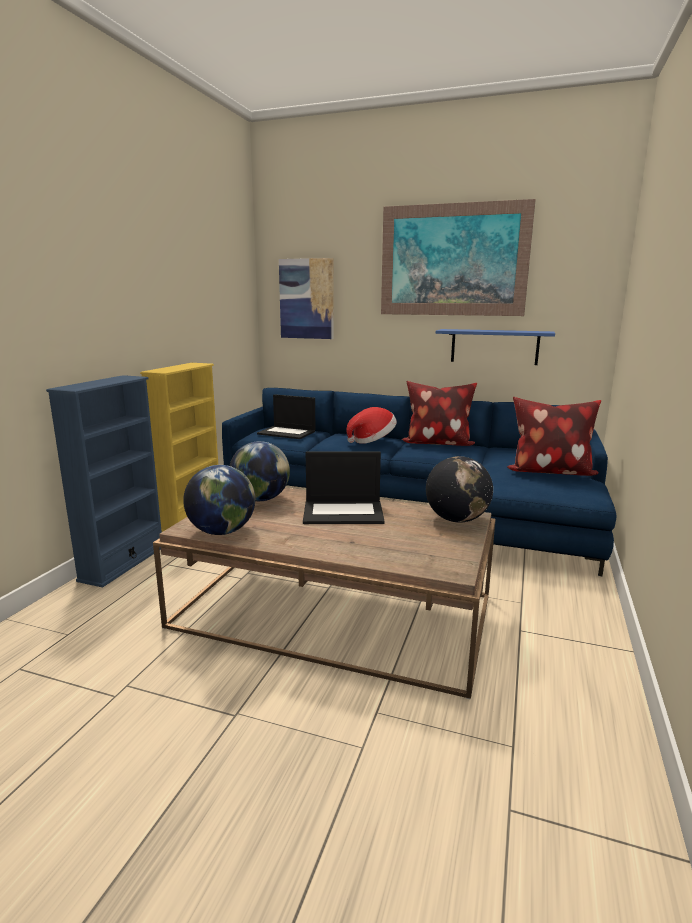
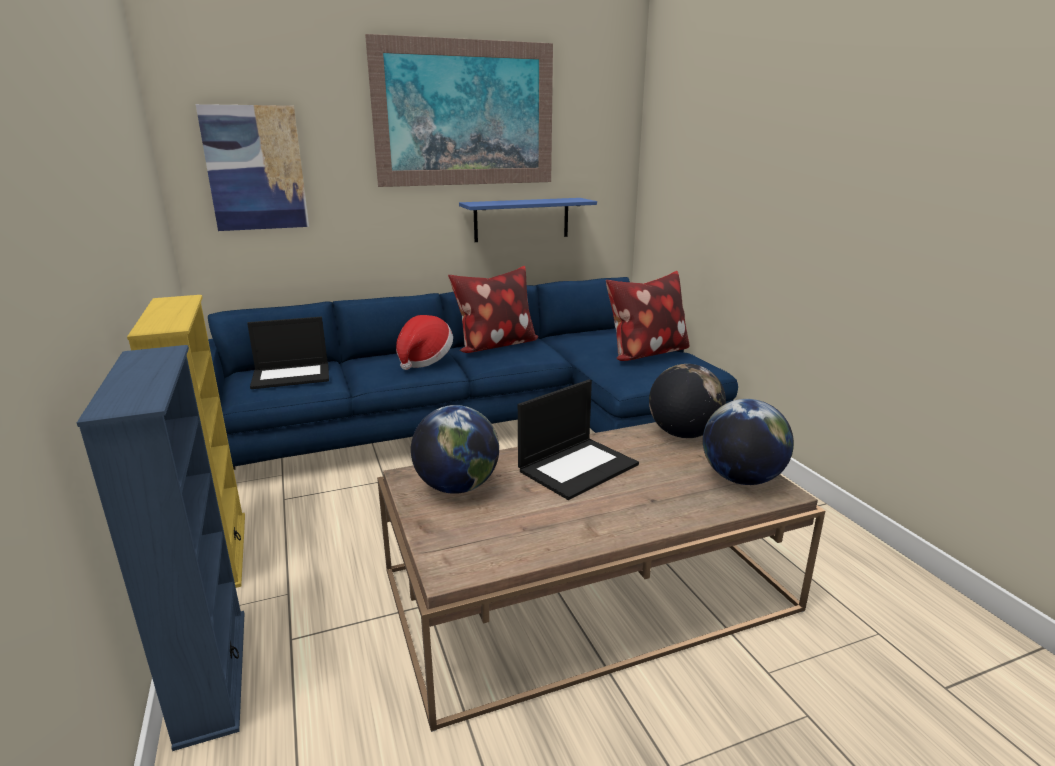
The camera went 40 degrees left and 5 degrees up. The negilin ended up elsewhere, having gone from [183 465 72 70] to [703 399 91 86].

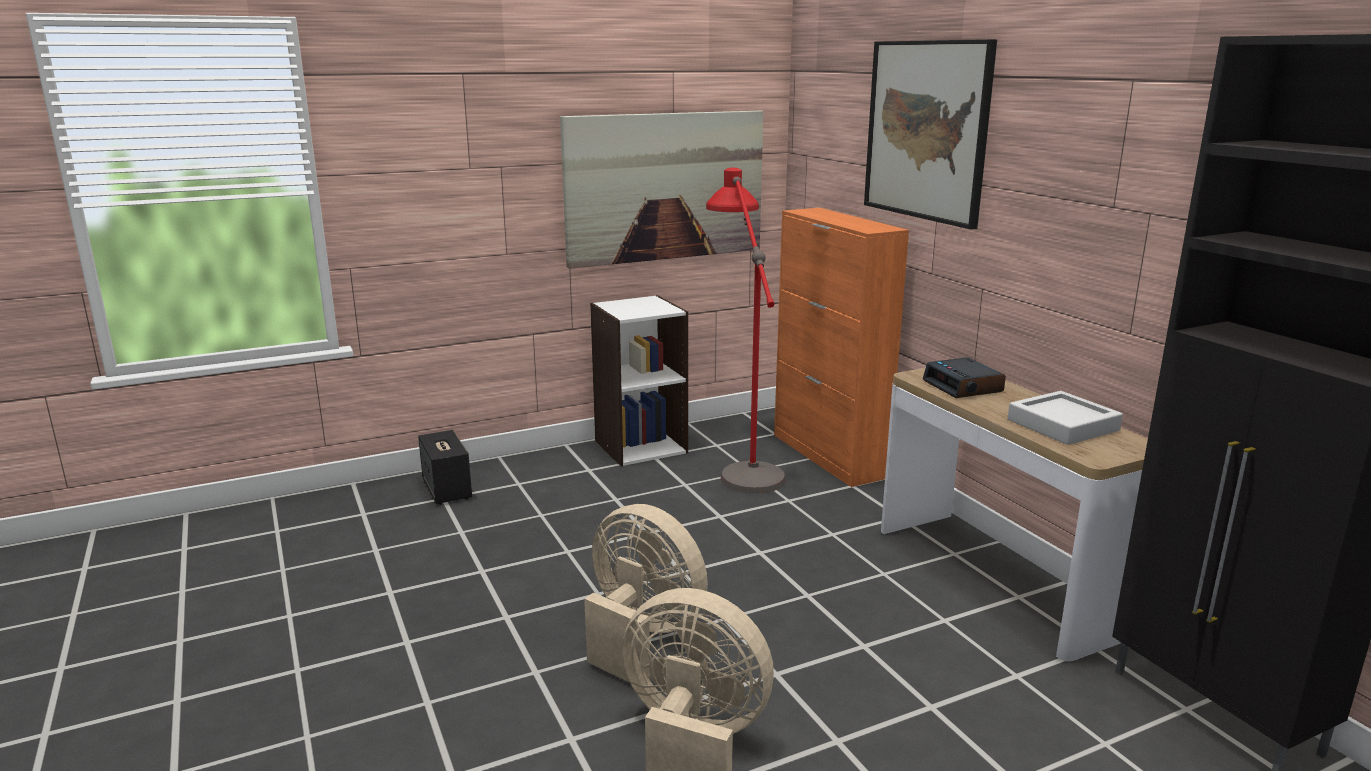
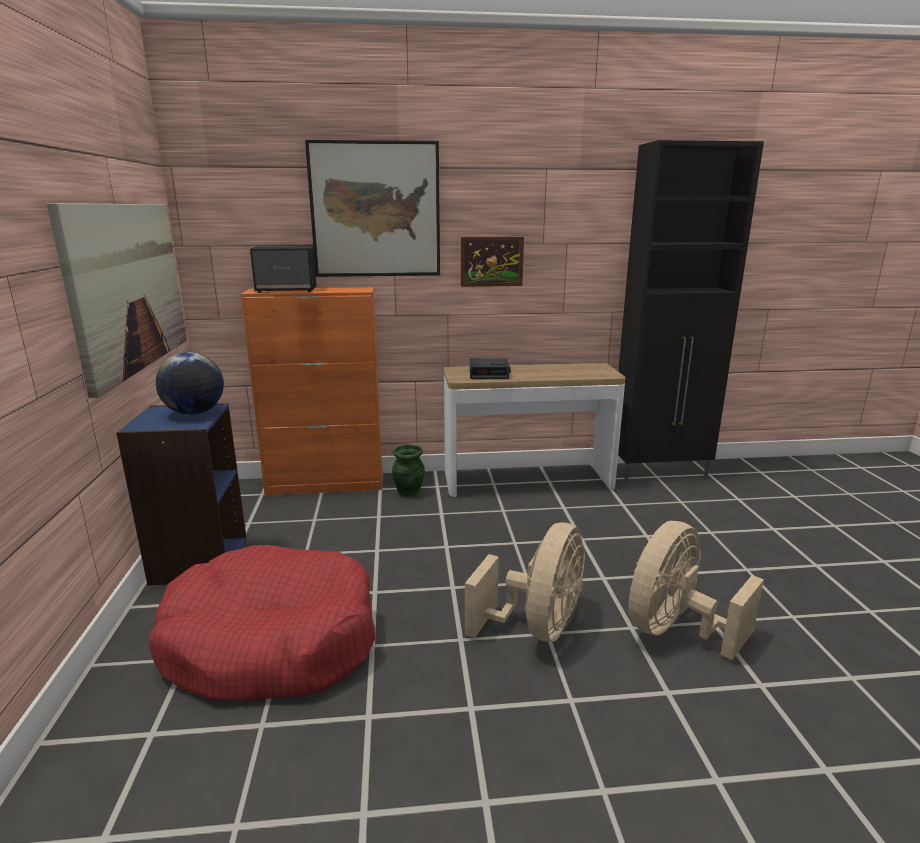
The camera went 70 degrees left and 0 degrees up. The second view lost the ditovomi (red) at [706 168 80 326]. The second view lost the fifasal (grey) at [1008 391 115 54]. The second view gained the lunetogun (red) at [149 545 226 156]. The second view gained the negilin at [156 352 68 63]. The second view gained the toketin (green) at [392 445 33 52]. The second view gained the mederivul at [461 237 63 50]. The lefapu ended up elsewhere, having gone from [418 430 54 75] to [250 246 66 47]. What was the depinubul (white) at [590 295 98 171] turned into the depinubul (blue) at [116 403 131 182]. The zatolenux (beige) at [584 504 124 179] ended up facing another way, 150 degrees clockwise from before.

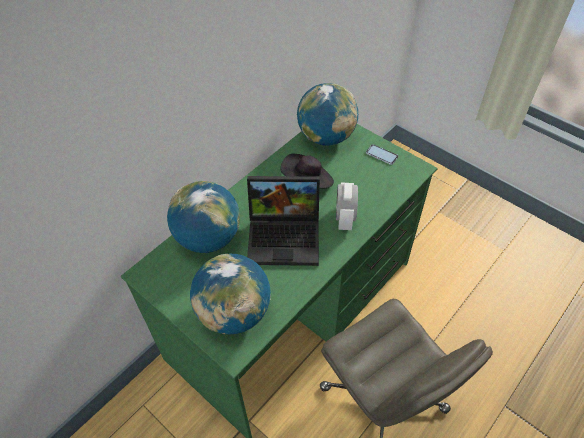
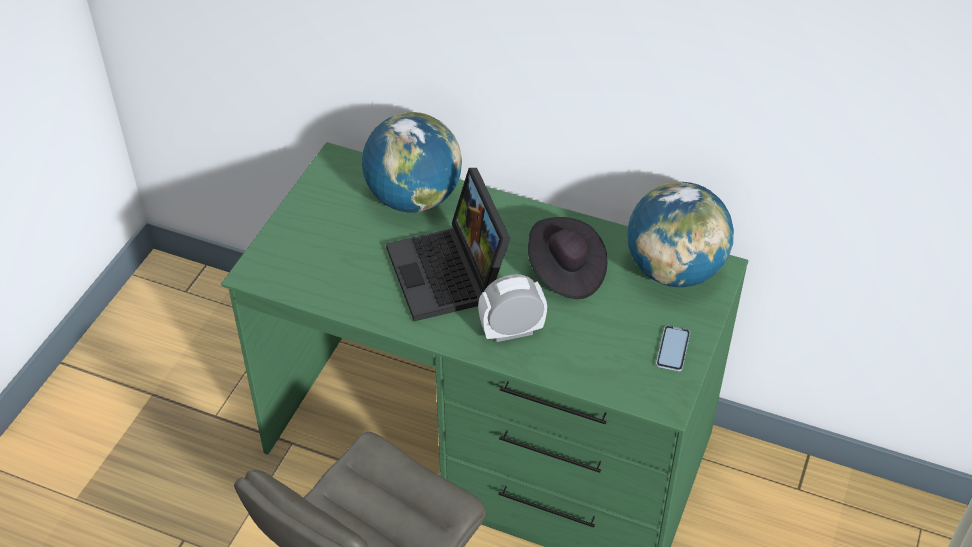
The camera went 70 degrees right and 5 degrees down. The second view lost the negilin at [190 254 81 81].

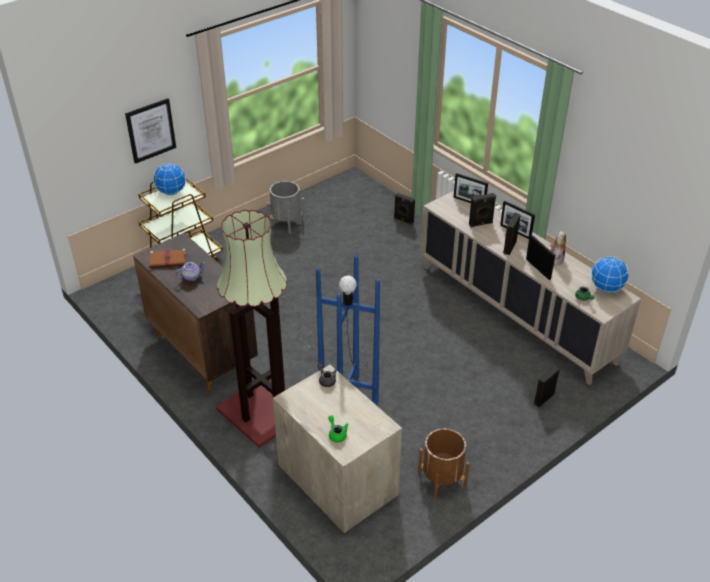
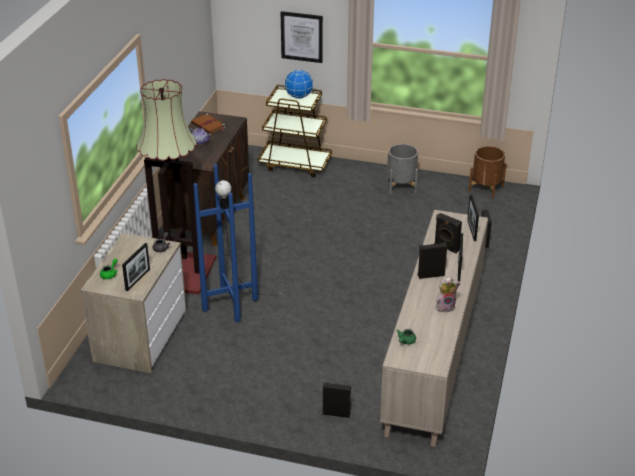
The camera went 55 degrees right and 5 degrees down. The second view lost the negilin at [591 256 38 36]. The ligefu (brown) ended up elsewhere, having gone from [418 428 52 71] to [469 146 38 52]. The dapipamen ended up elsewhere, having gone from [526 234 29 46] to [122 243 28 48].

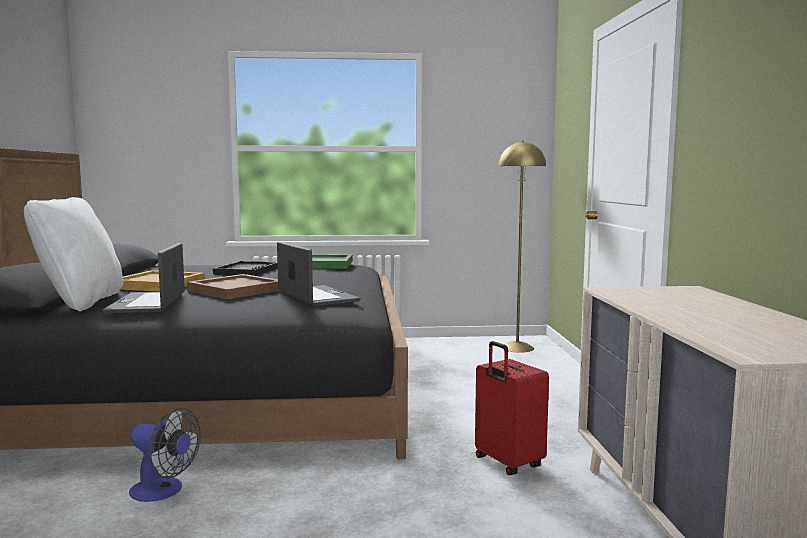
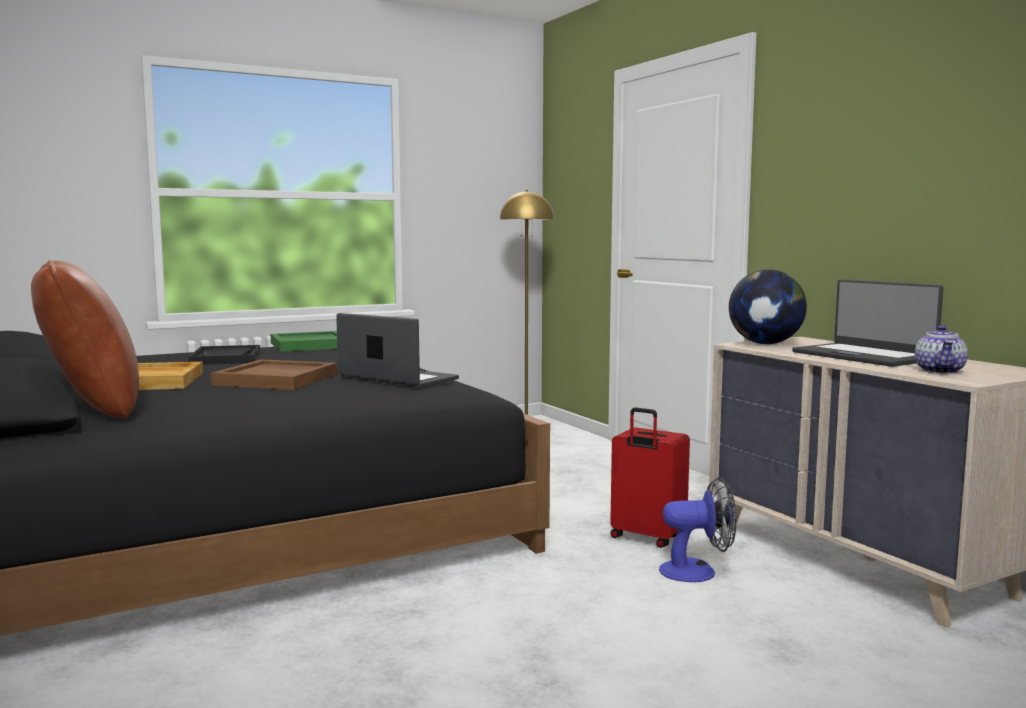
The camera went 25 degrees left and 0 degrees up. The second view gained the negilin at [729 269 78 75]. The second view gained the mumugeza at [915 325 53 49]. The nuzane ended up elsewhere, having gone from [102 243 83 70] to [792 280 151 87]. The zatolenux ended up elsewhere, having gone from [129 408 72 94] to [659 477 78 105]. What was the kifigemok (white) at [24 197 99 115] turned into the kifigemok (brown) at [31 260 108 159].

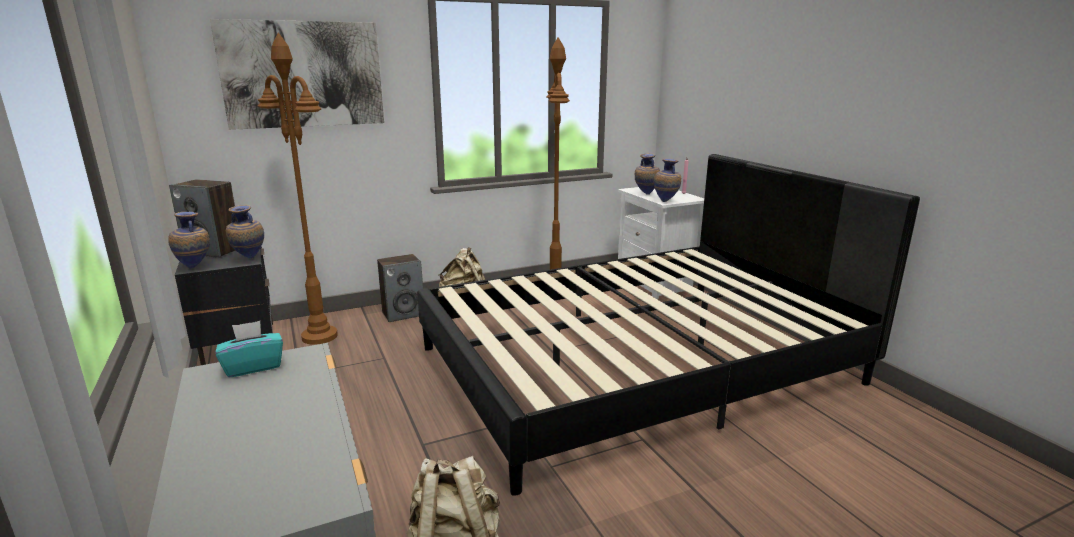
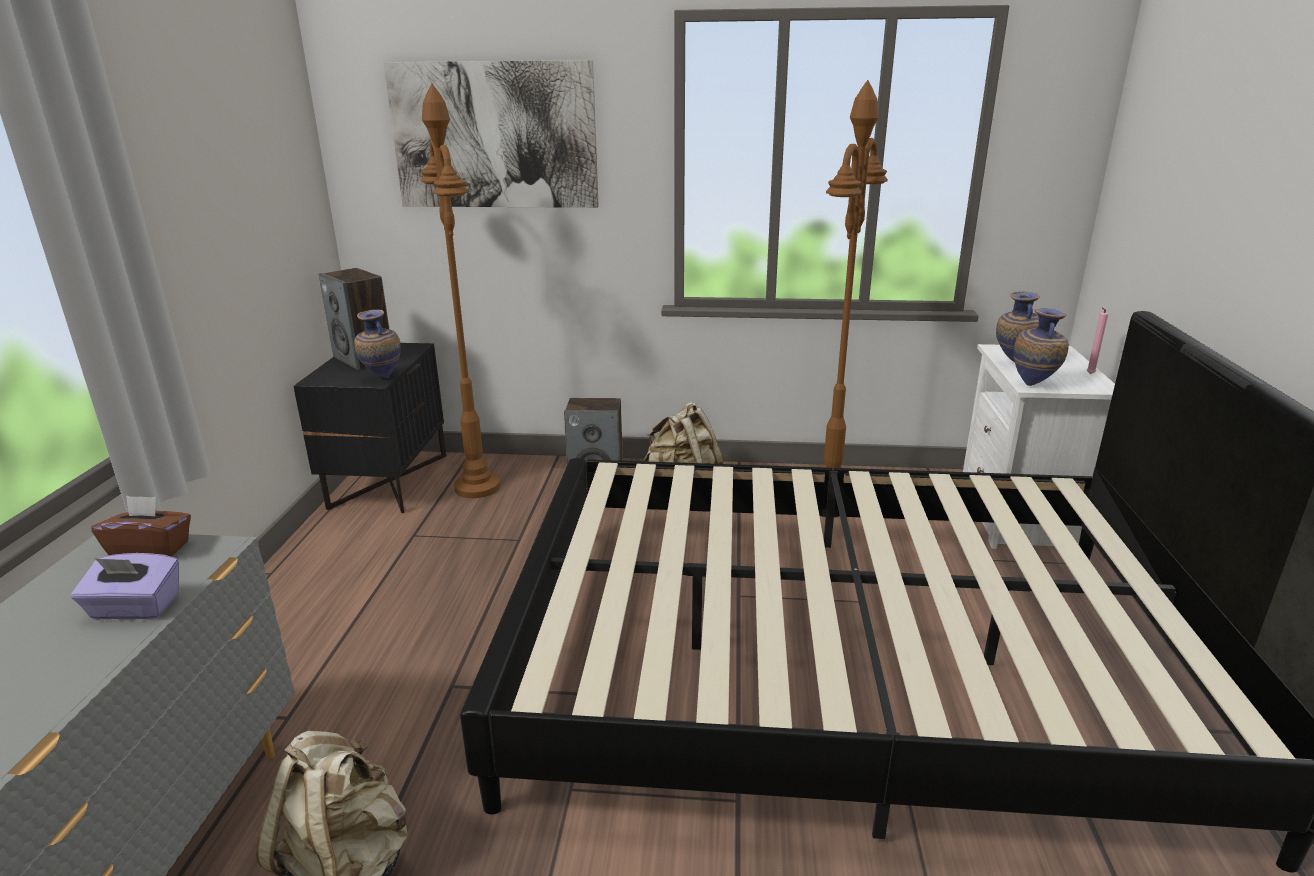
The camera went 30 degrees right and 5 degrees up. The second view lost the toketin at [168 212 42 57]. The second view gained the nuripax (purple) at [71 553 108 66]. What was the nuripax (turquoise) at [216 321 67 57] turned into the nuripax (brown) at [91 495 100 62].

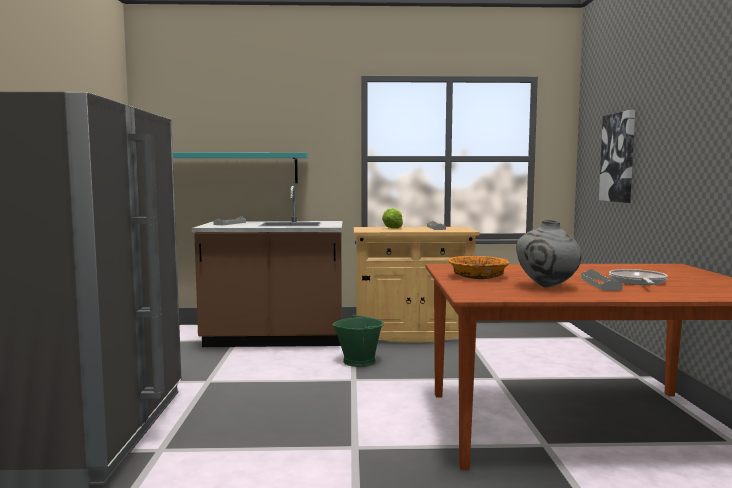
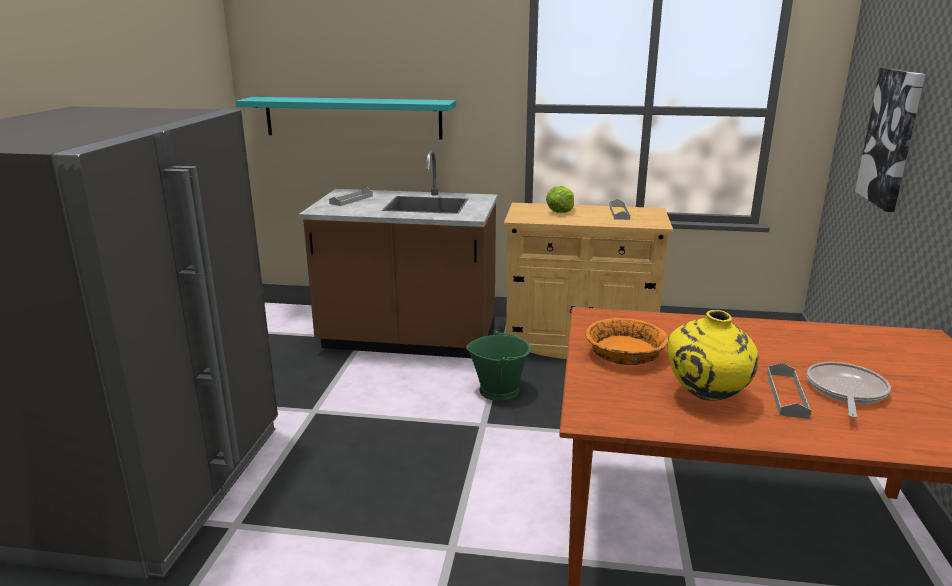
The camera went 10 degrees right and 15 degrees up. What was the toketin (grey) at [516 220 66 67] turned into the toketin (yellow) at [668 310 90 91].

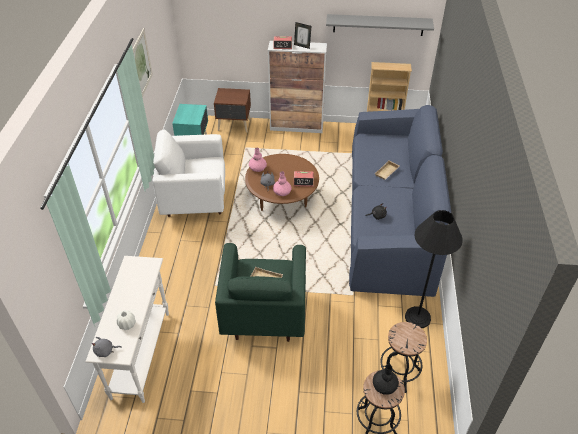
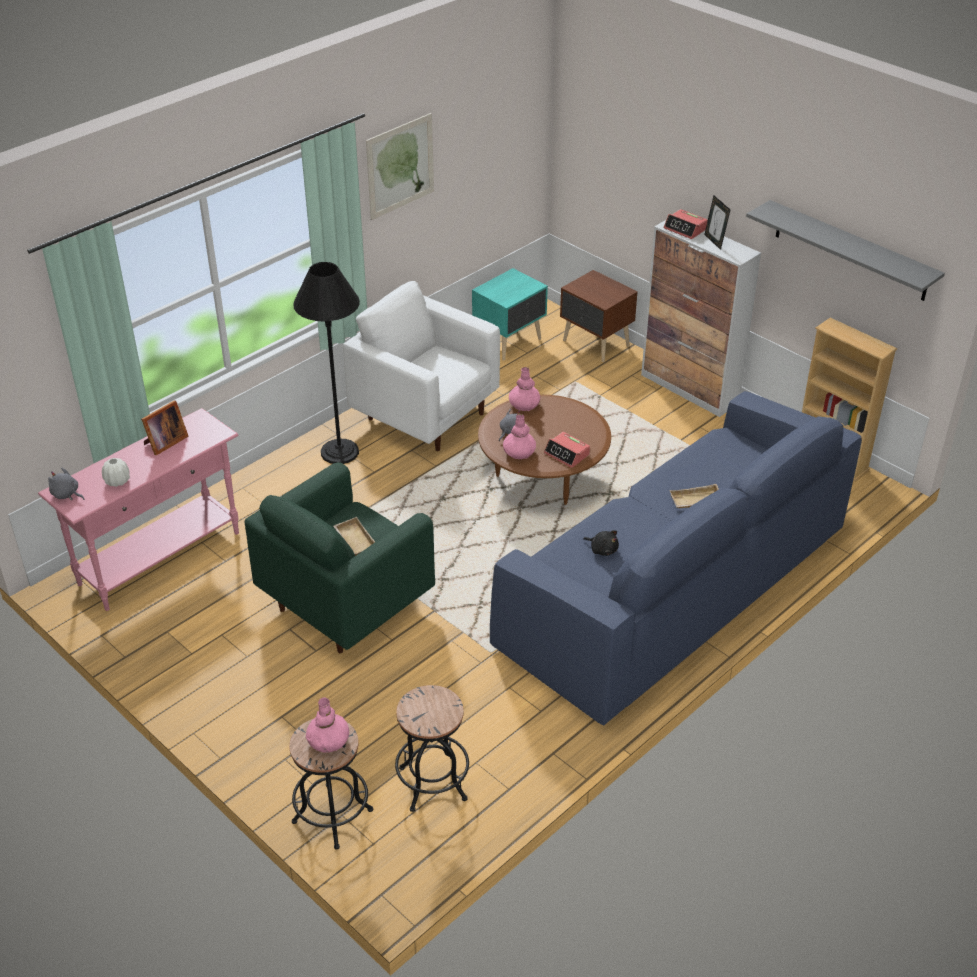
The camera went 40 degrees right and 5 degrees down. The second view gained the dapipamen at [141 400 47 55]. The ditovomi (black) ended up elsewhere, having gone from [405 210 58 118] to [293 262 67 202]. What was the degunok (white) at [85 256 84 147] turned into the degunok (pink) at [38 408 201 203]. What was the toketin (black) at [373 364 26 31] turned into the toketin (pink) at [306 697 43 56].

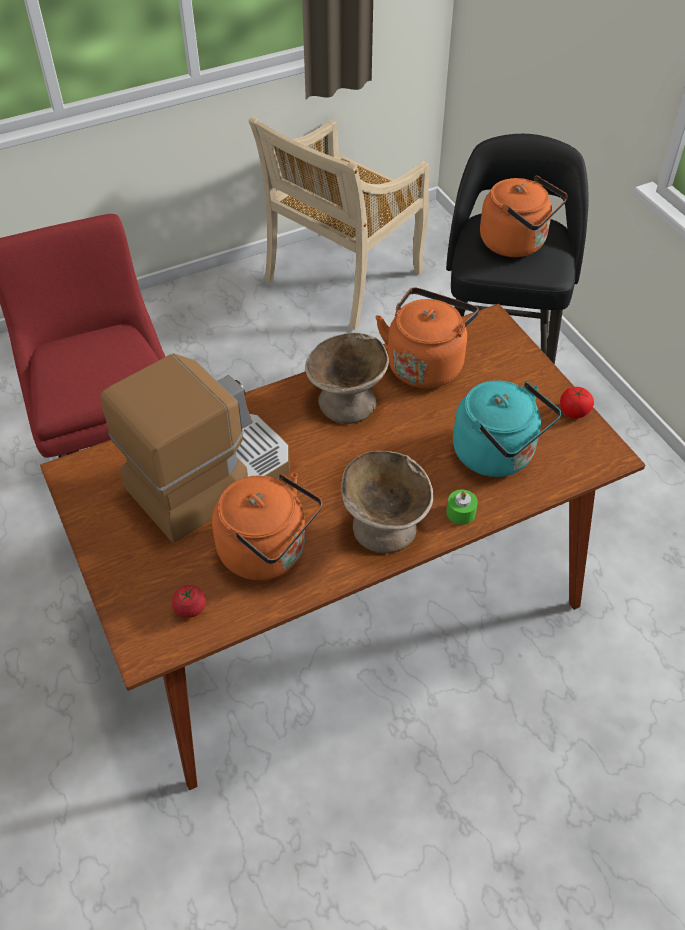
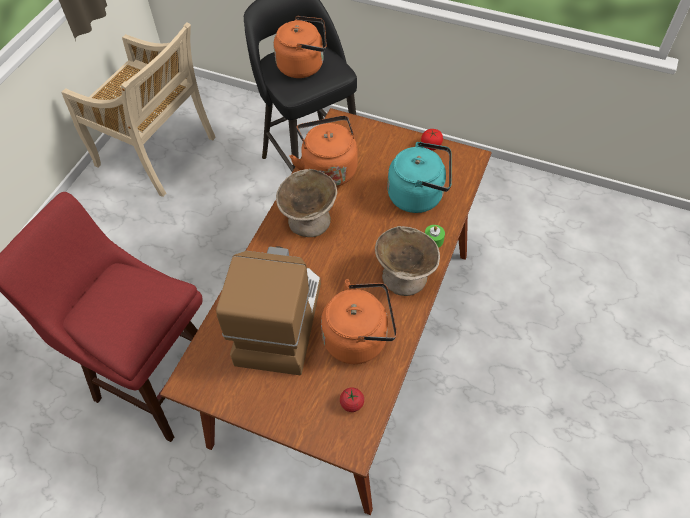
The camera went 40 degrees left and 5 degrees up. The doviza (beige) at [248 116 181 214] ended up facing another way, 60 degrees counterclockwise from before.

